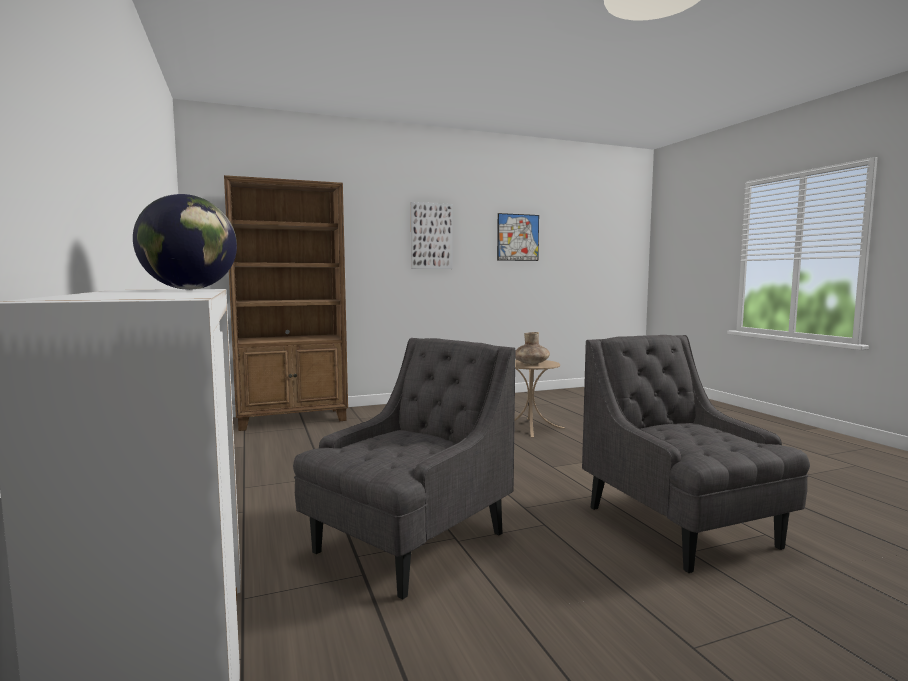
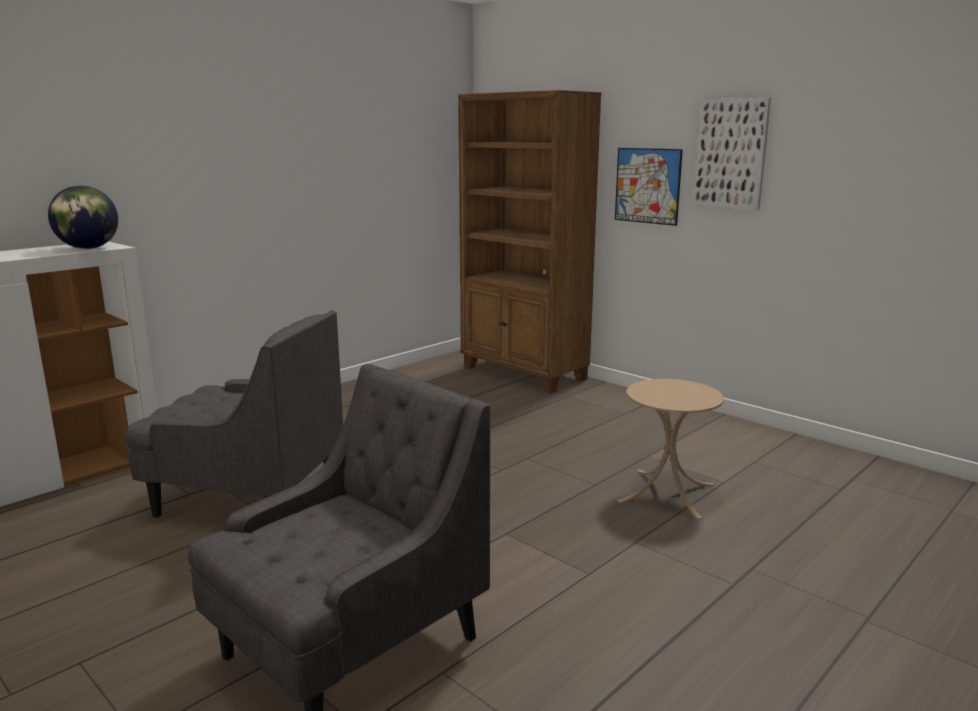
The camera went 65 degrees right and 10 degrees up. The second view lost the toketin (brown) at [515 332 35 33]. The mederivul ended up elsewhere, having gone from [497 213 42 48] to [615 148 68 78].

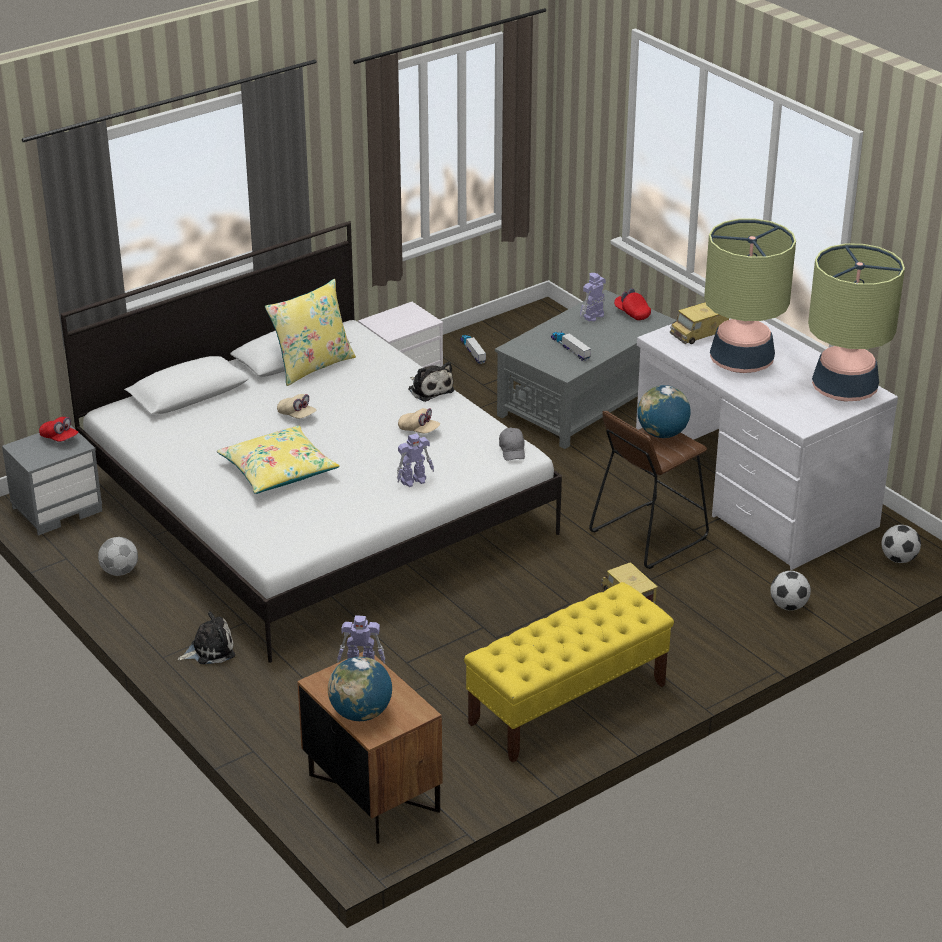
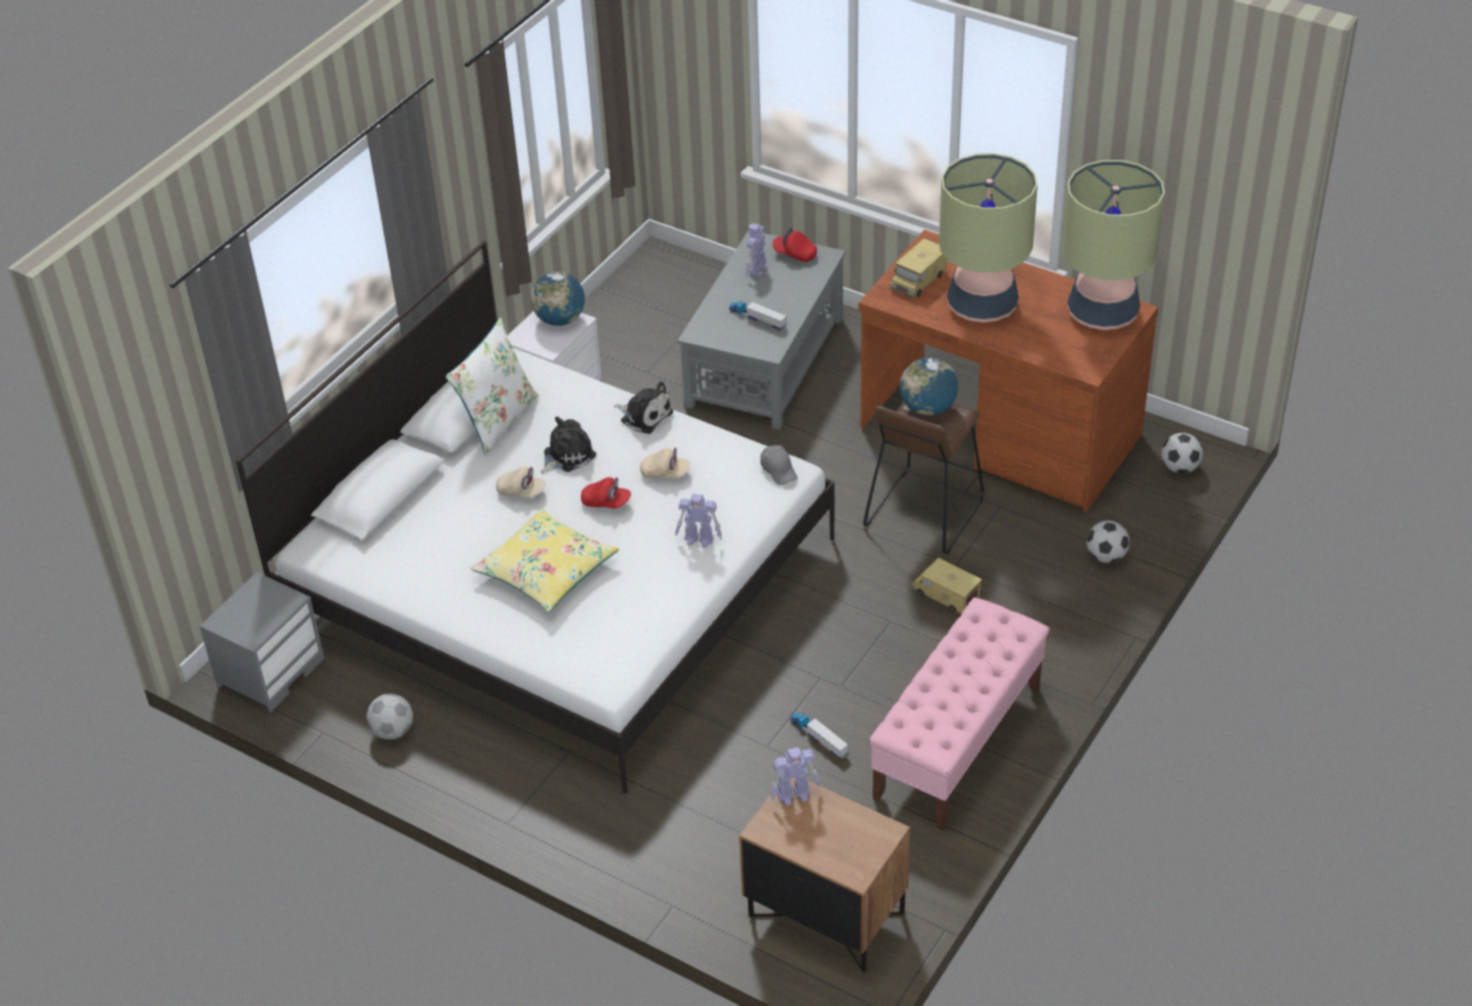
The camera went 20 degrees left and 10 degrees up. The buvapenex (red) ended up elsewhere, having gone from [39 417 39 25] to [581 477 50 31]. The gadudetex ended up elsewhere, having gone from [177 611 58 53] to [541 417 55 58]. The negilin ended up elsewhere, having gone from [328 657 64 64] to [531 272 54 54]. The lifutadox ended up elsewhere, having gone from [460 335 26 29] to [790 712 58 48]. What was the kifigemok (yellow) at [265 279 91 107] turned into the kifigemok (white) at [445 317 94 139]. What was the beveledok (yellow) at [464 582 210 181] turned into the beveledok (pink) at [869 597 181 234]. What was the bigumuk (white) at [636 318 262 252] turned into the bigumuk (brown) at [858 229 300 283]. The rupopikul at [397 433 37 54] ended up facing another way, 60 degrees clockwise from before.

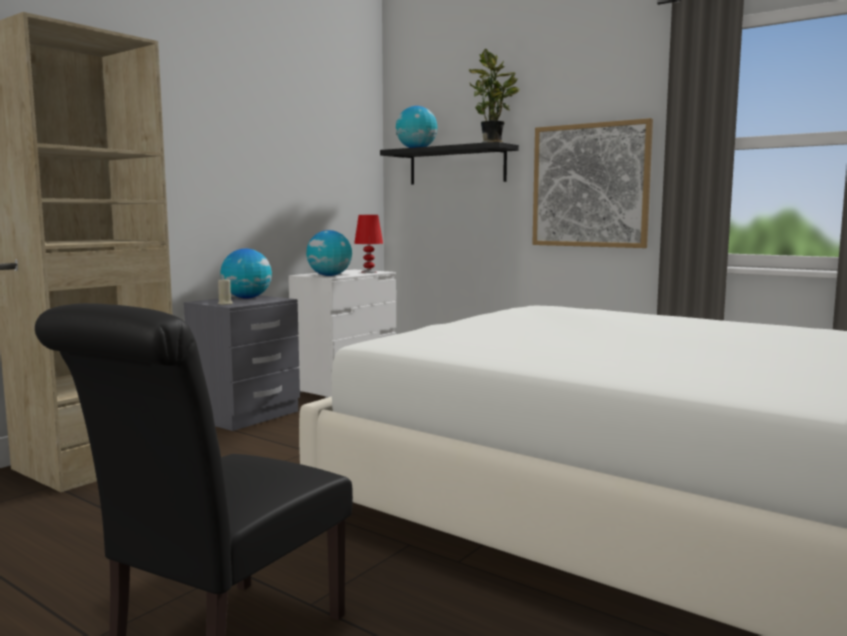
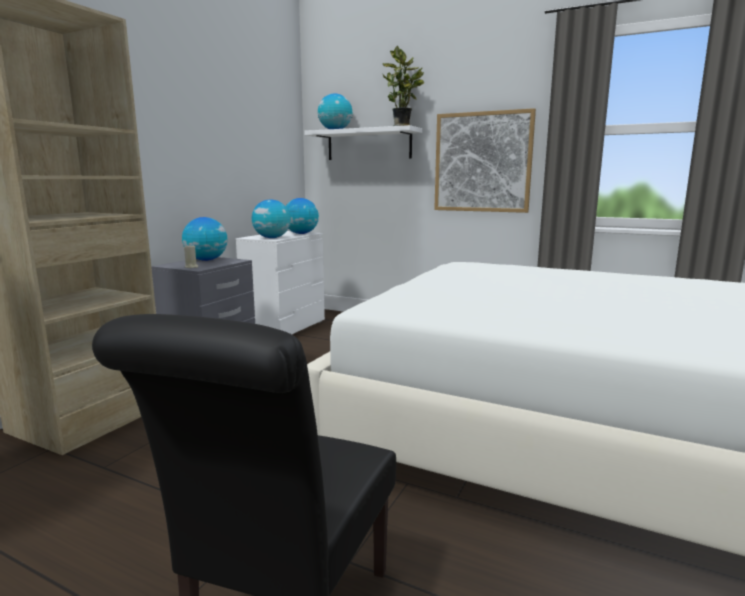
The camera went 10 degrees left and 5 degrees up. Where the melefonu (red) stood at [354 215 29 58], the negilin came to stand at [286 198 33 36]. What was the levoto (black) at [380 142 139 43] turned into the levoto (white) at [304 125 118 35].

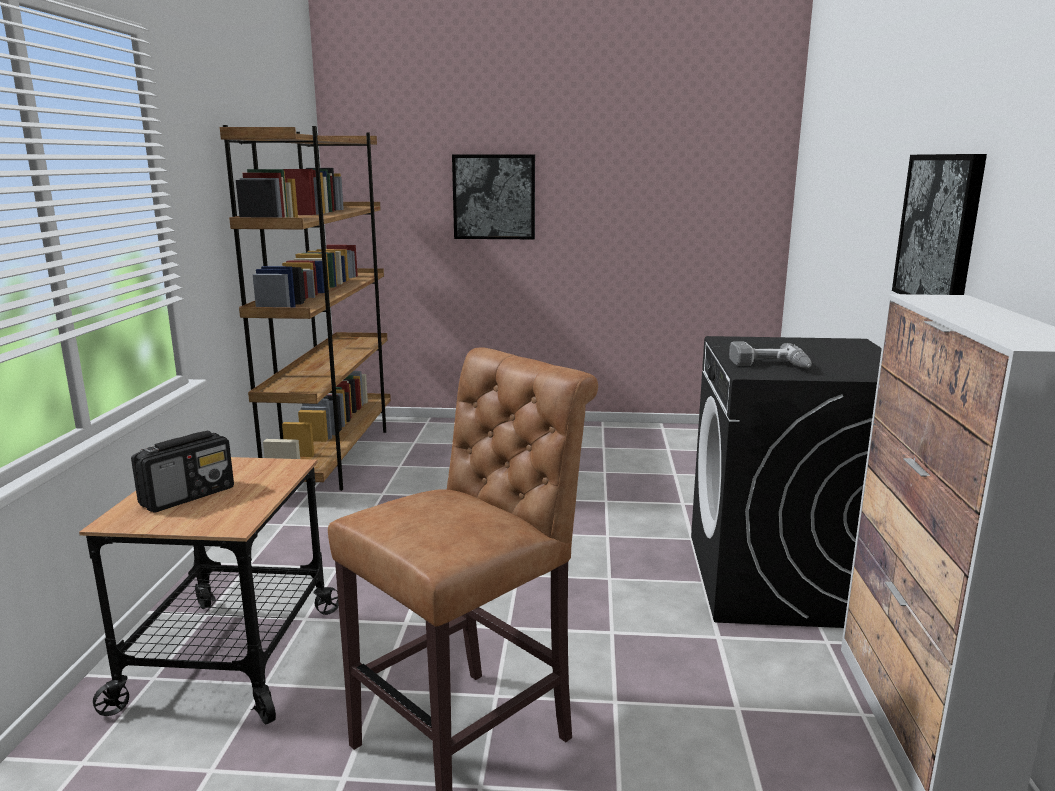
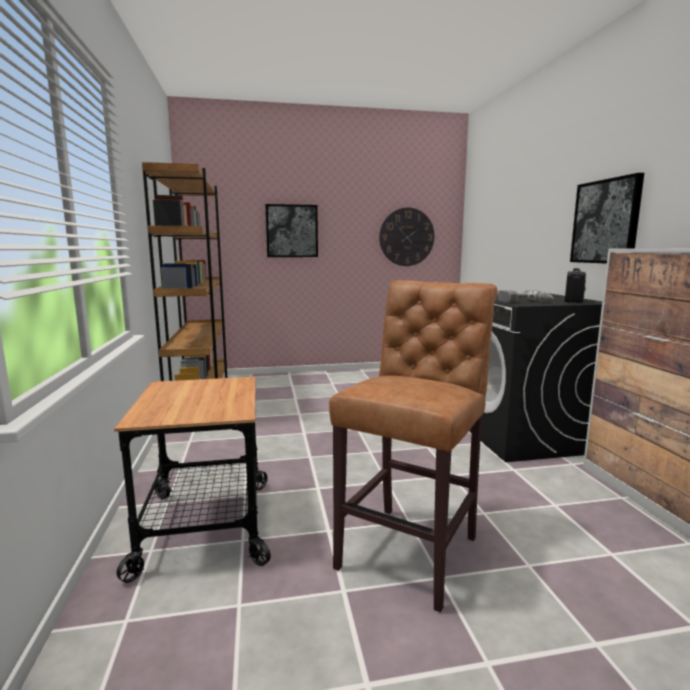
The camera went 15 degrees left and 5 degrees down. The second view gained the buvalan at [379 208 55 58]. The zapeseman ended up elsewhere, having gone from [131 431 103 82] to [565 268 21 35].

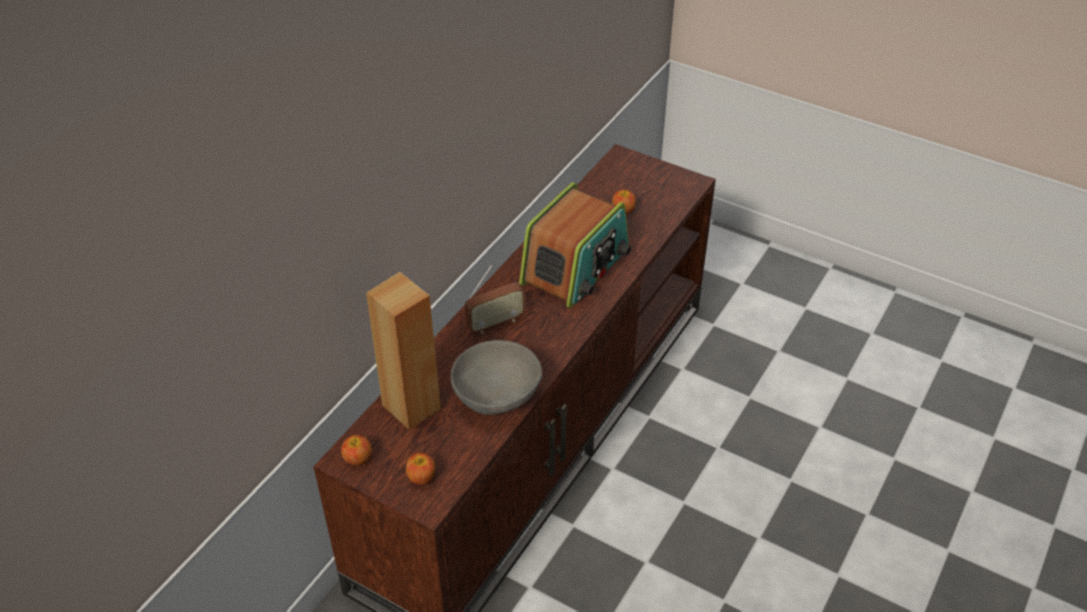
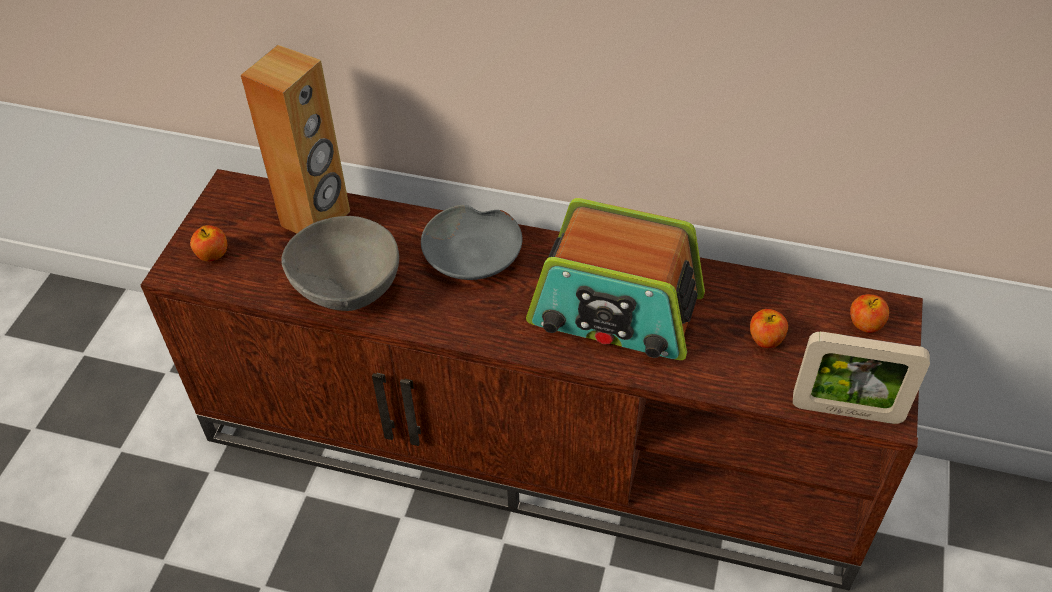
The camera went 75 degrees right and 5 degrees up. The second view gained the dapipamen at [793 332 137 92]. The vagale ended up elsewhere, having gone from [341 435 31 30] to [850 294 39 39]. Where the zapeseman stood at [465 265 60 69], the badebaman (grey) came to stand at [421 205 101 75].

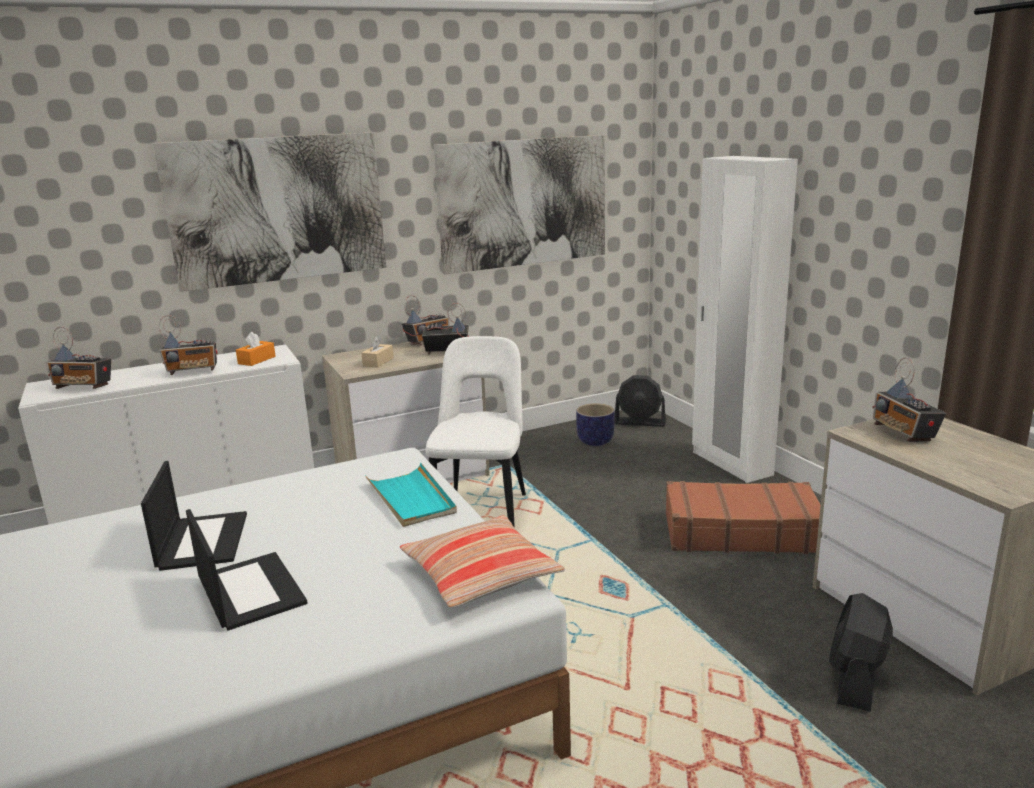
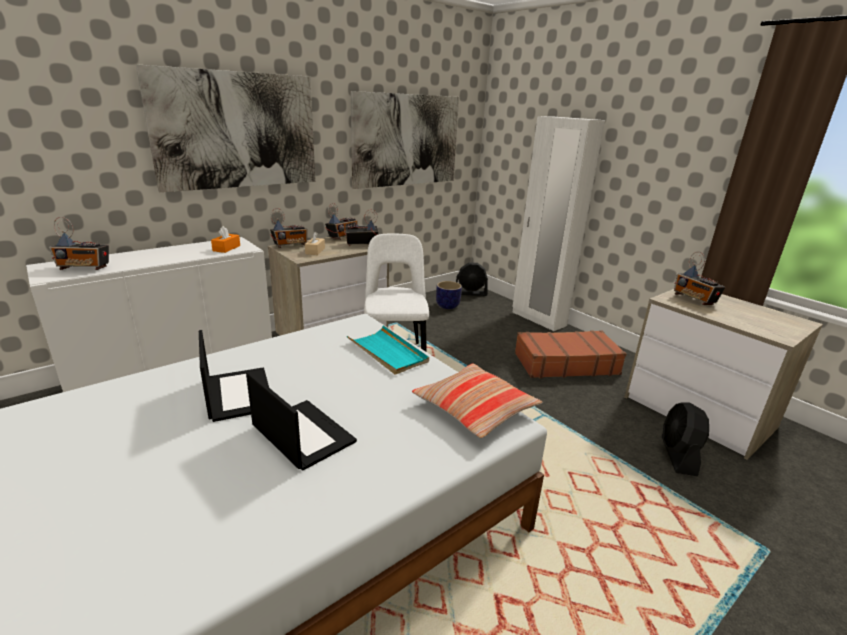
The camera went 15 degrees left and 5 degrees up. The zapeseman ended up elsewhere, having gone from [159 315 58 60] to [270 208 37 40].

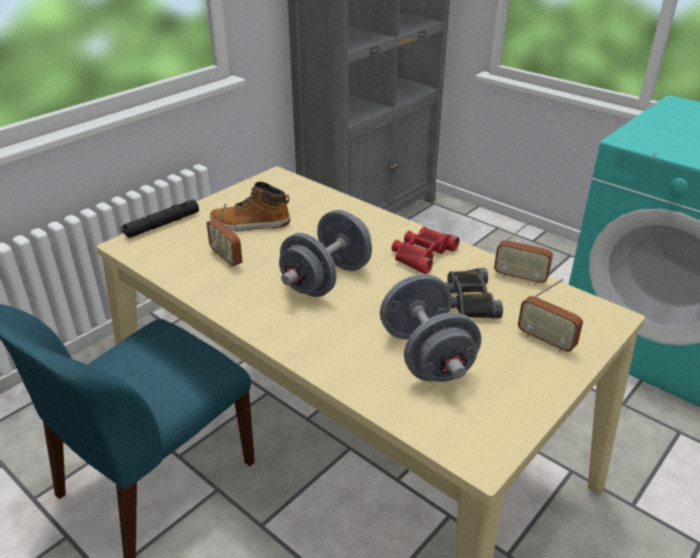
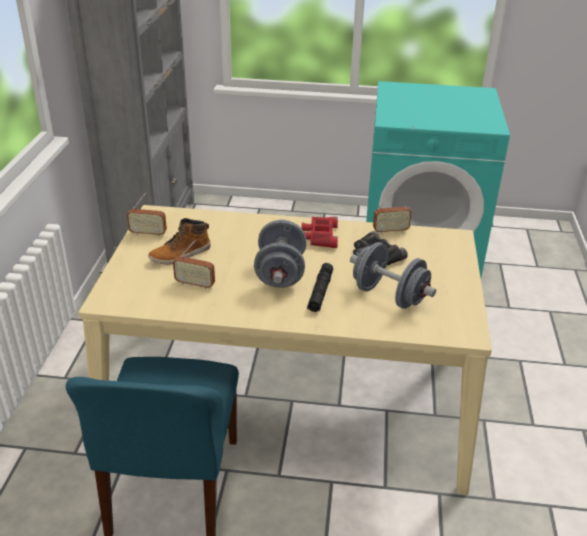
The camera went 35 degrees left and 0 degrees up. The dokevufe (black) ended up elsewhere, having gone from [120 199 79 39] to [307 263 26 49]. The zapeseman ended up elsewhere, having gone from [518 279 65 74] to [127 192 40 45].

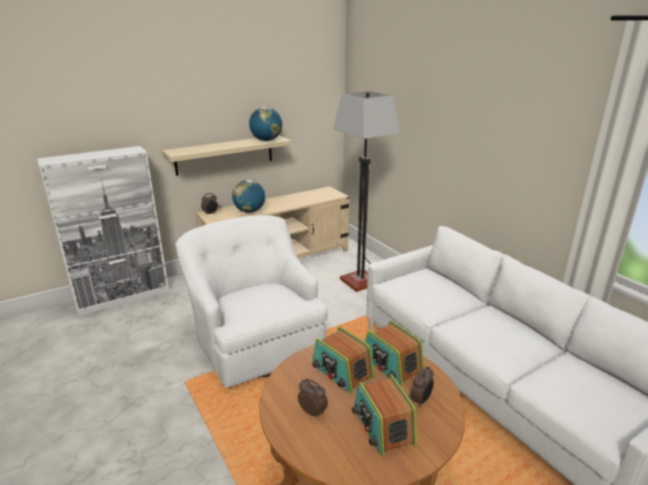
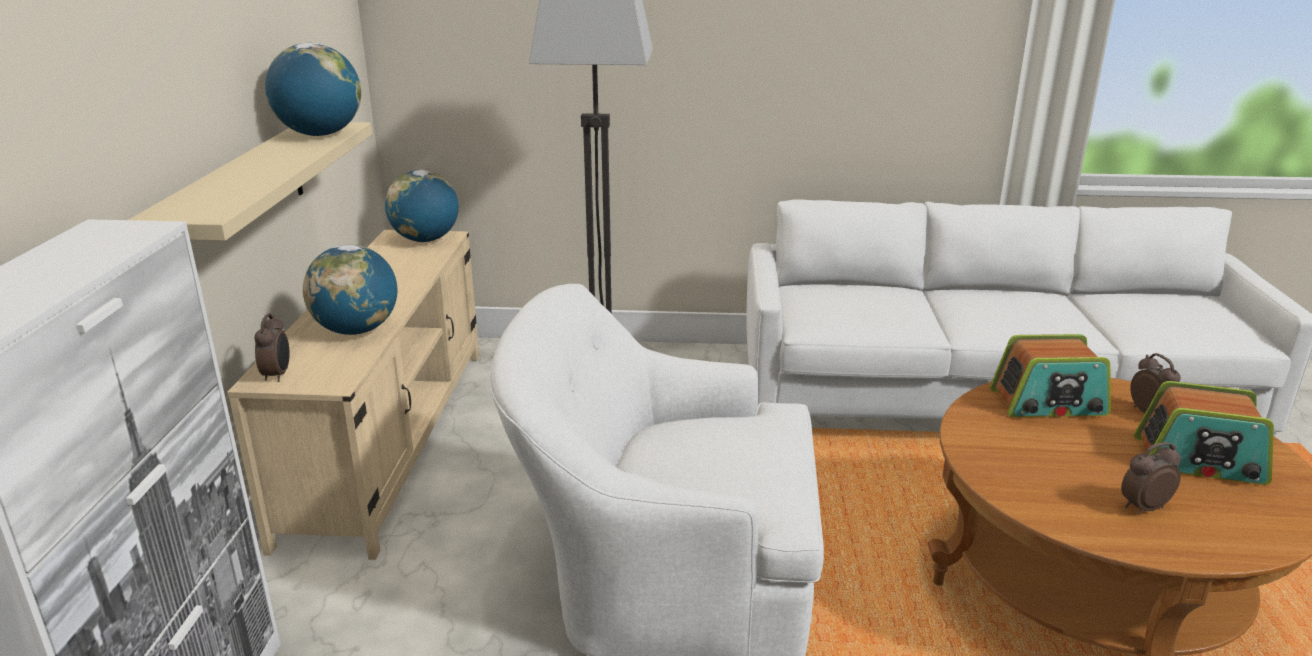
The camera went 55 degrees left and 0 degrees up. The second view lost the zapeseman at [312 327 63 66]. The second view gained the negilin at [385 170 74 72].

